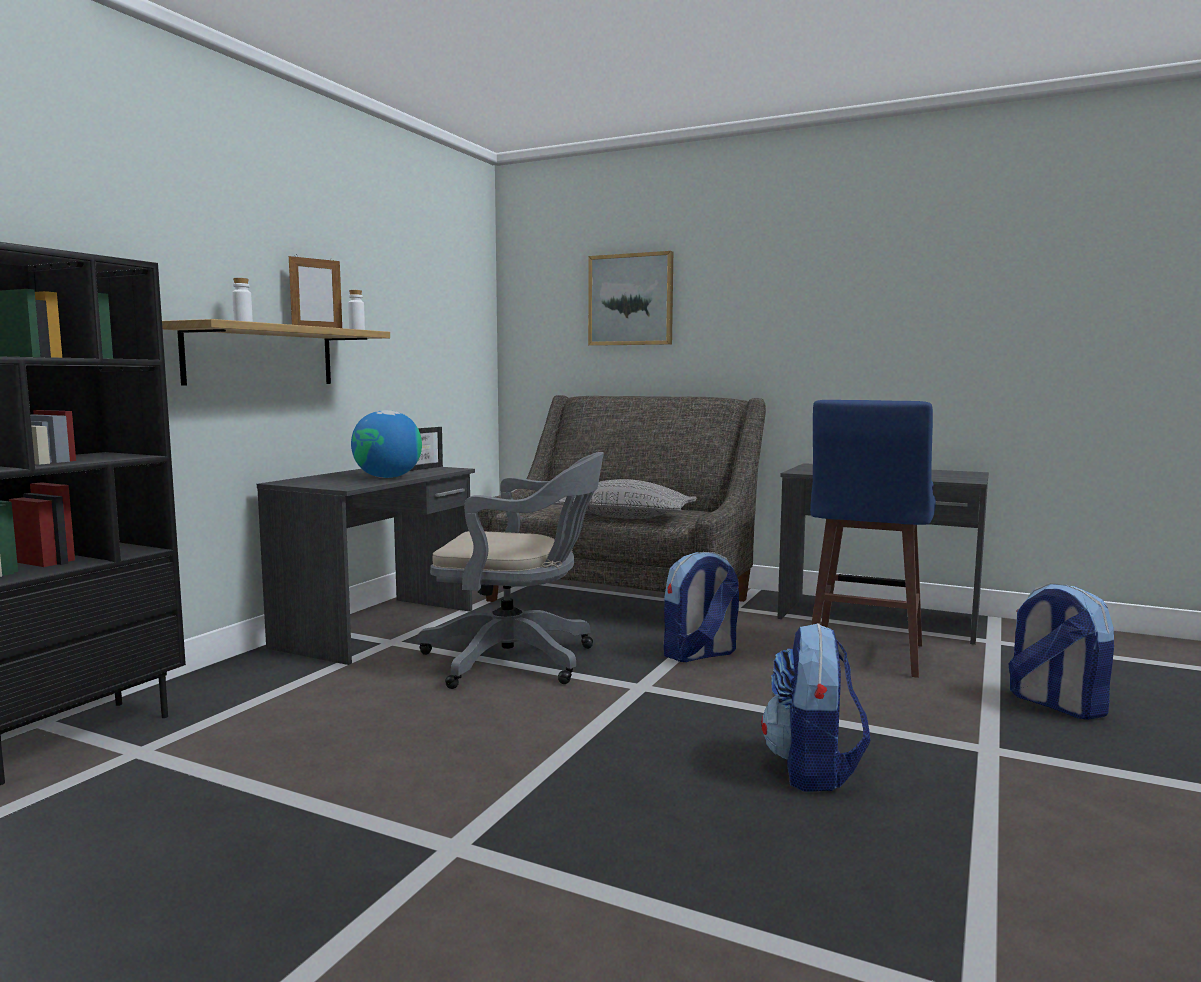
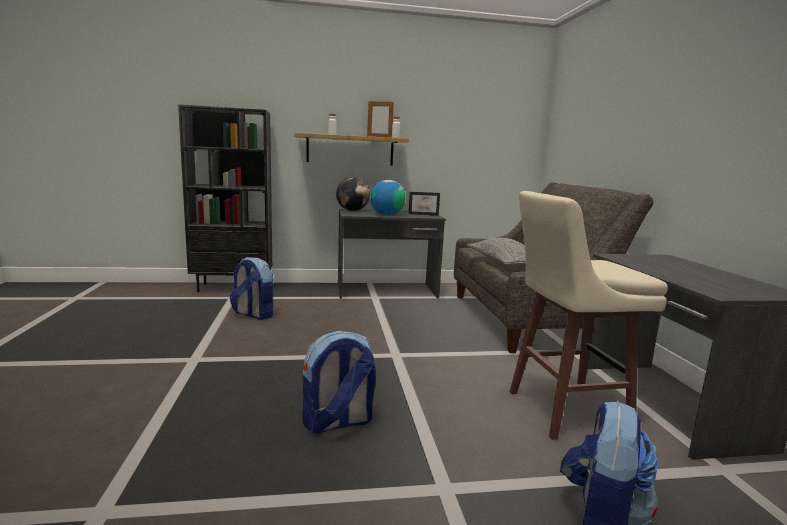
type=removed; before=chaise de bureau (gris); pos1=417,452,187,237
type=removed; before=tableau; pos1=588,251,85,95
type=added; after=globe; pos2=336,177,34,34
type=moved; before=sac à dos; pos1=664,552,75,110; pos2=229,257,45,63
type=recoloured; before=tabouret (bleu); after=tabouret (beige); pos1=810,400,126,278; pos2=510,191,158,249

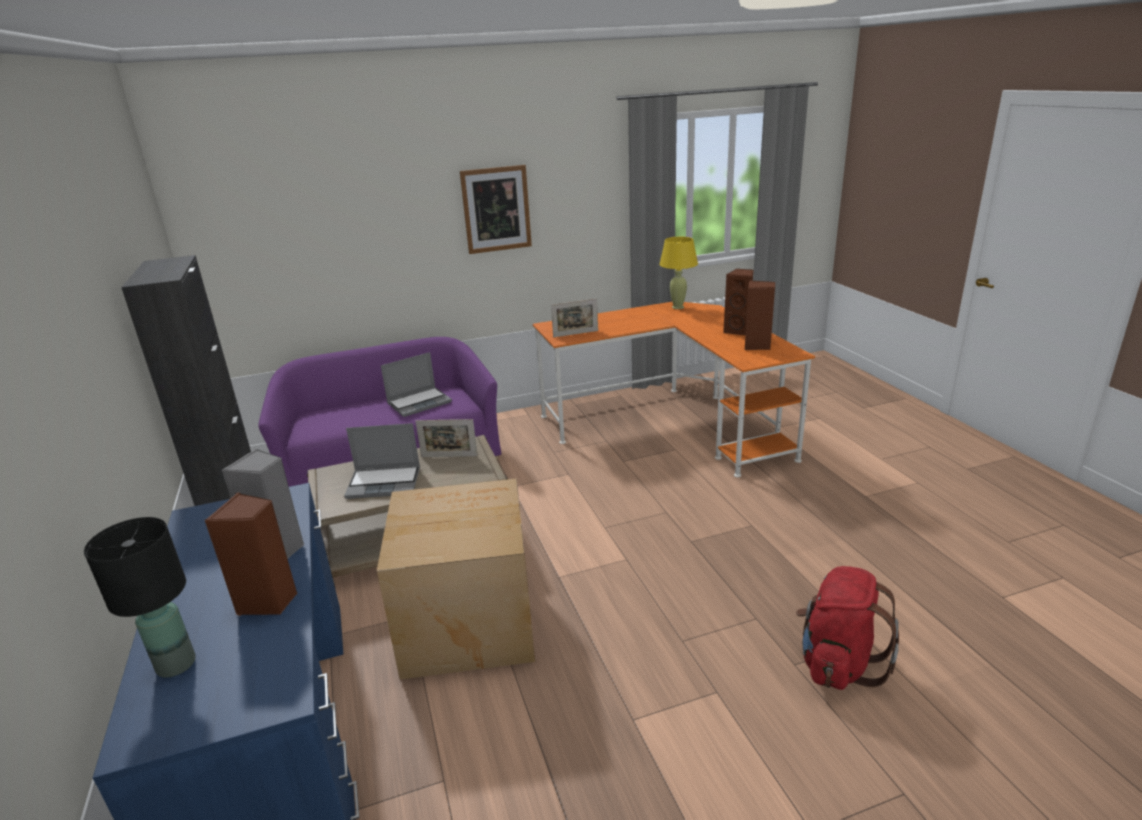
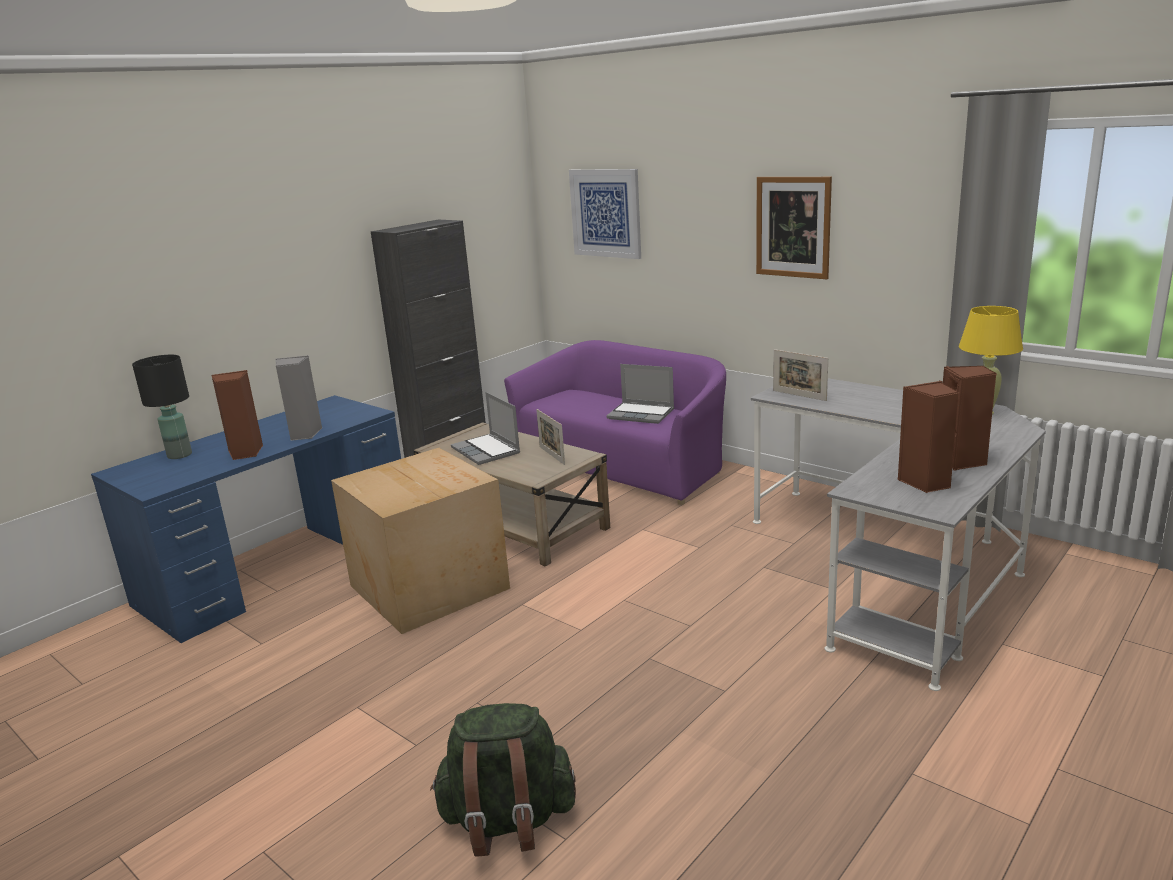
type=added; after=tableau; pos2=569,169,72,90
type=recoloured; before=bureau (orange); after=bureau (gris); pos1=533,302,282,175; pos2=751,378,295,313
type=recoloured; before=sac à dos (rouge); after=sac à dos (vert); pos1=796,566,103,124; pos2=430,703,146,154

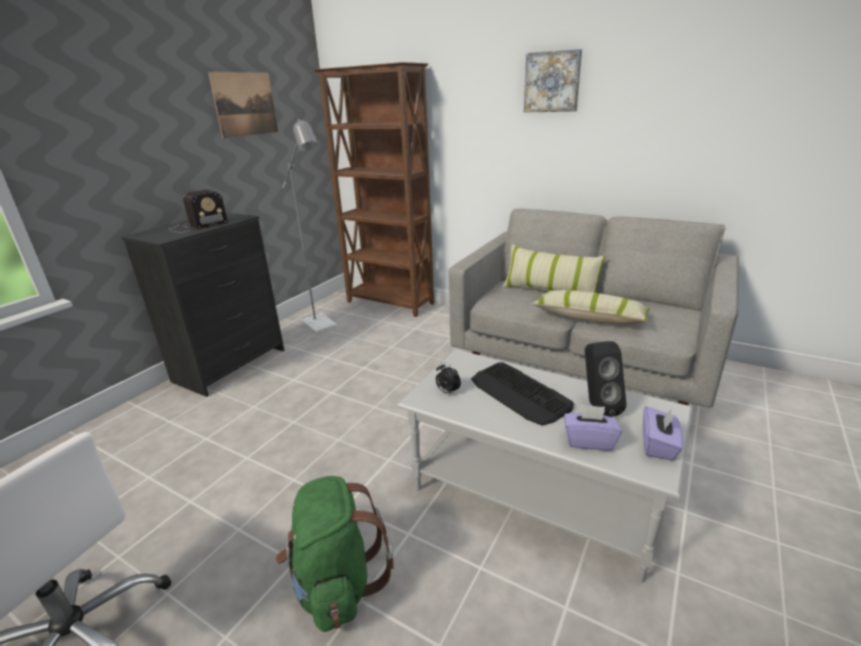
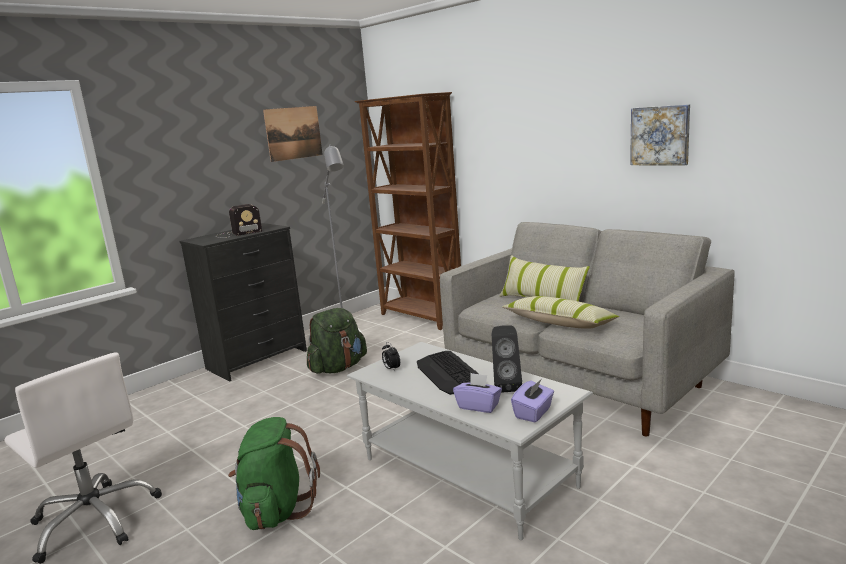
type=added; after=sac à dos (vert); pos2=307,308,60,66
type=moved; before=tableau; pos1=524,49,58,63; pos2=630,104,60,62

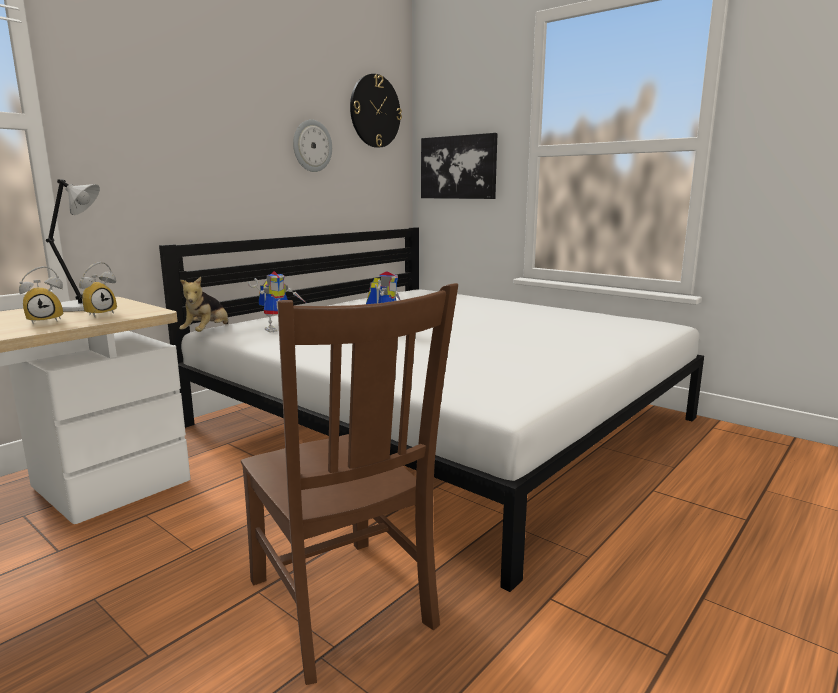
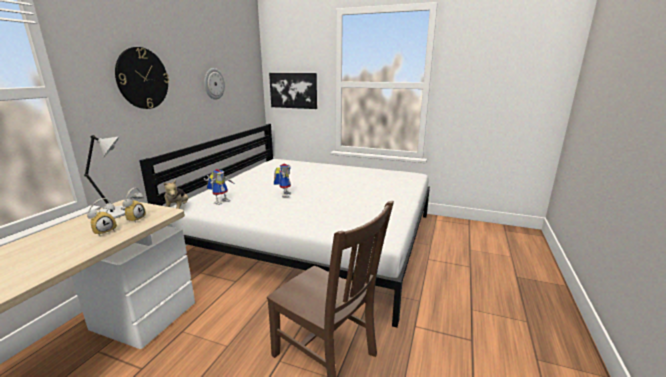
type=moved; before=horloge murale; pos1=350,74,52,74; pos2=115,47,54,62

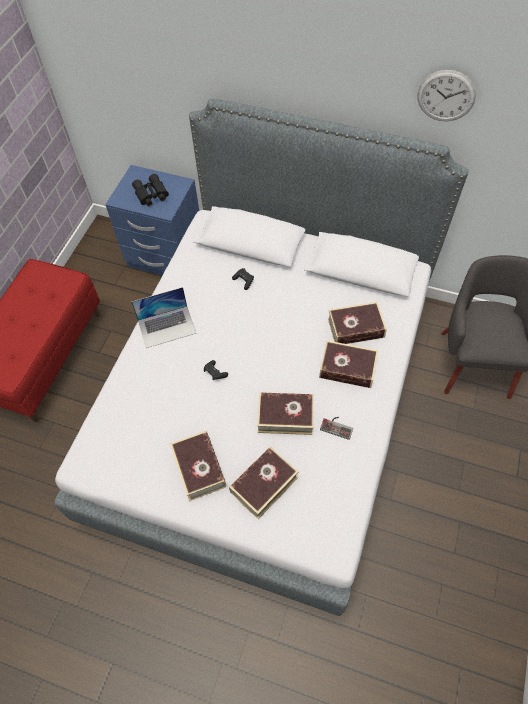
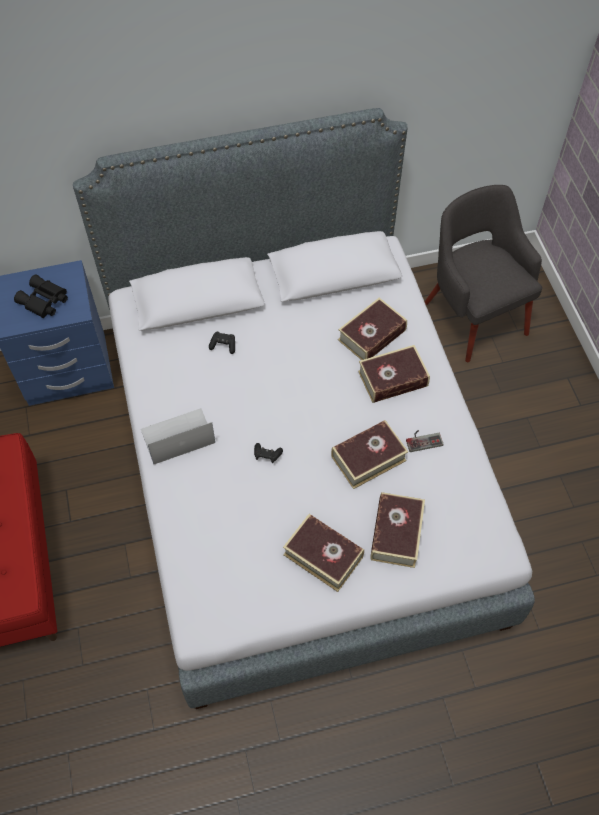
type=removed; before=horloge murale; pos1=417,70,59,51
type=turned; before=ordinateur portable; pos1=131,287,65,61; pos2=141,408,74,56; turn=-150

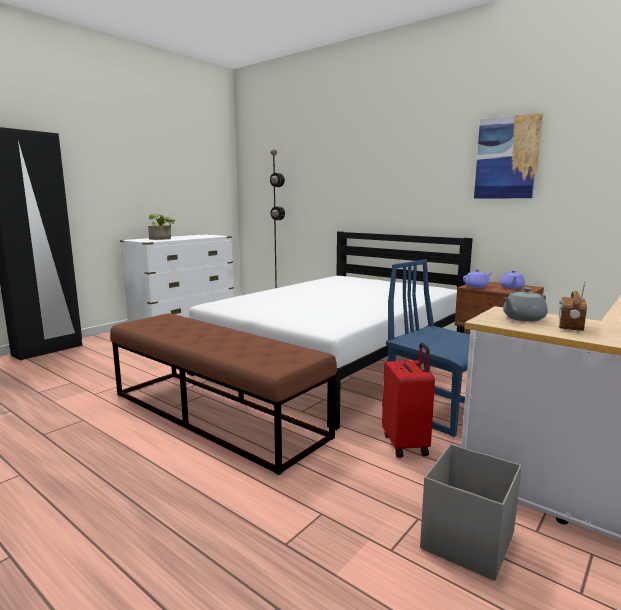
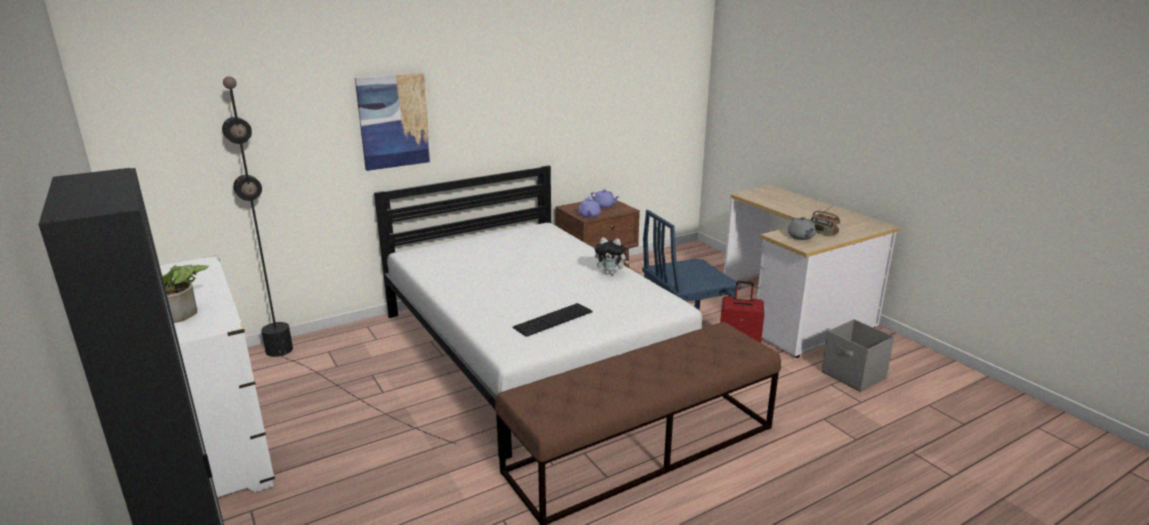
type=added; after=clavier; pos2=513,303,79,34
type=added; after=peluche; pos2=595,237,35,38
type=moved; before=tableau; pos1=474,113,69,85; pos2=355,73,76,98

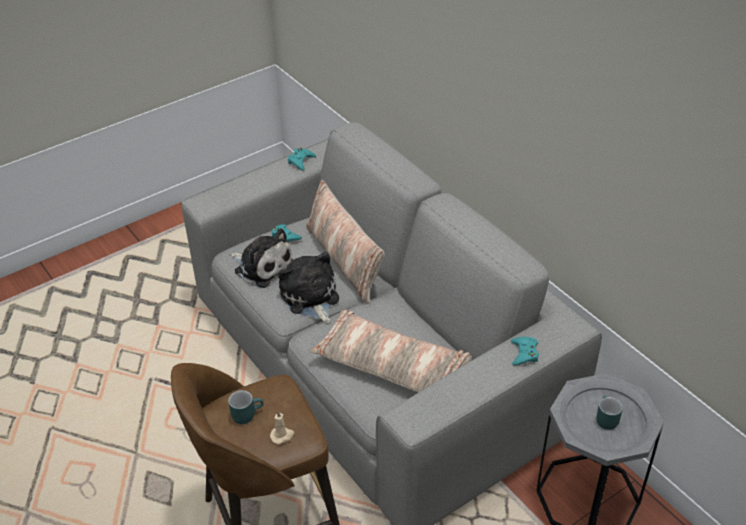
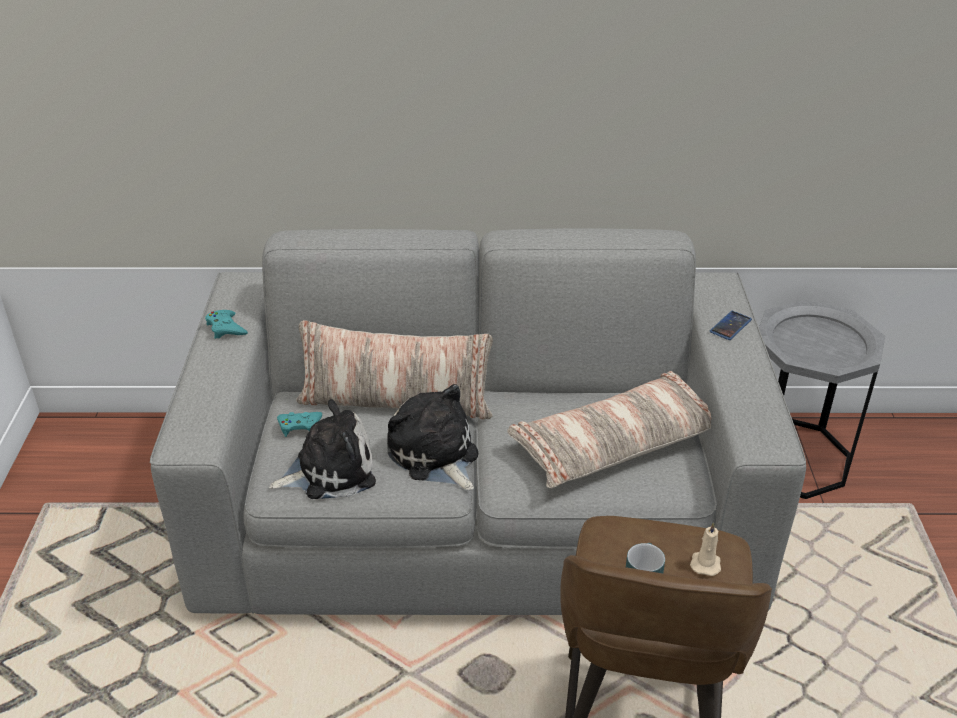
type=removed; before=mug (turquoise); pos1=597,396,26,34
type=replaced; before=manette (turquoise); after=téléphone; pos1=511,337,28,29; pos2=710,311,42,29
type=turned; before=peluche; pos1=278,252,61,71; pos2=387,384,91,106; turn=45

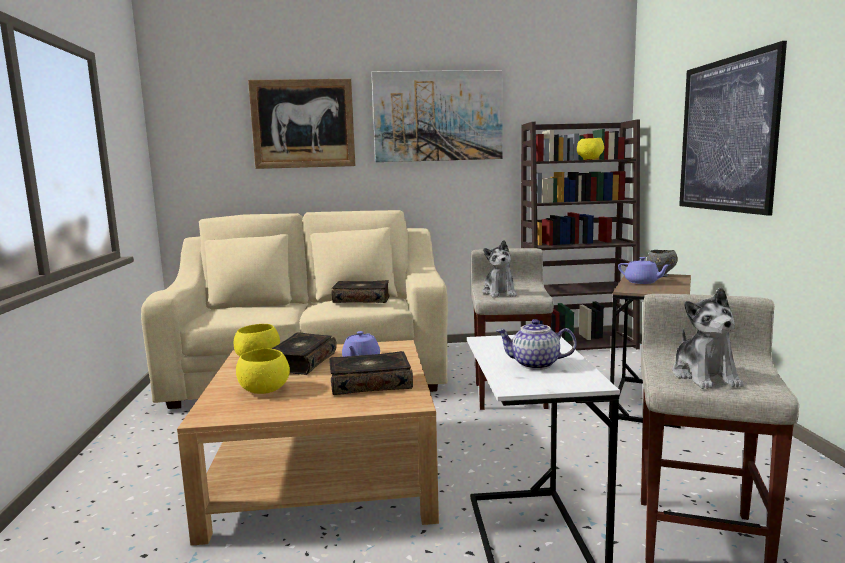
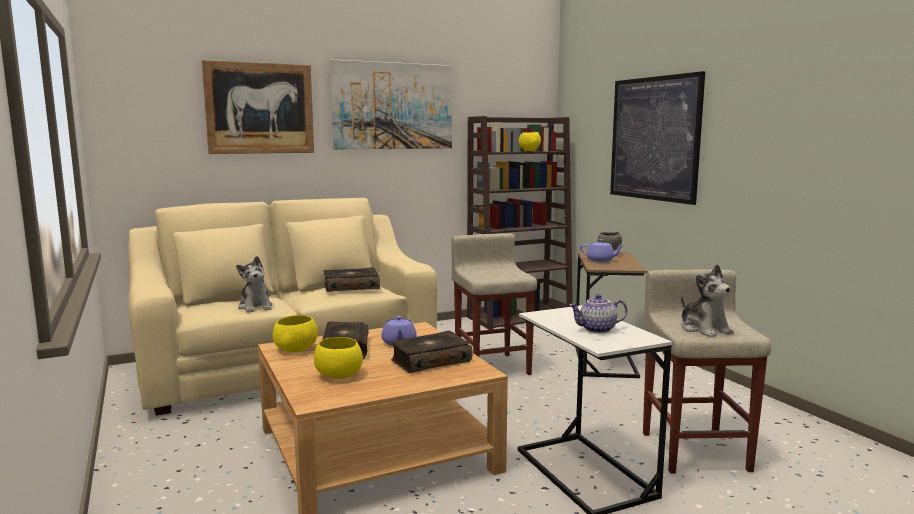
type=moved; before=peluche; pos1=482,240,35,58; pos2=236,256,37,57

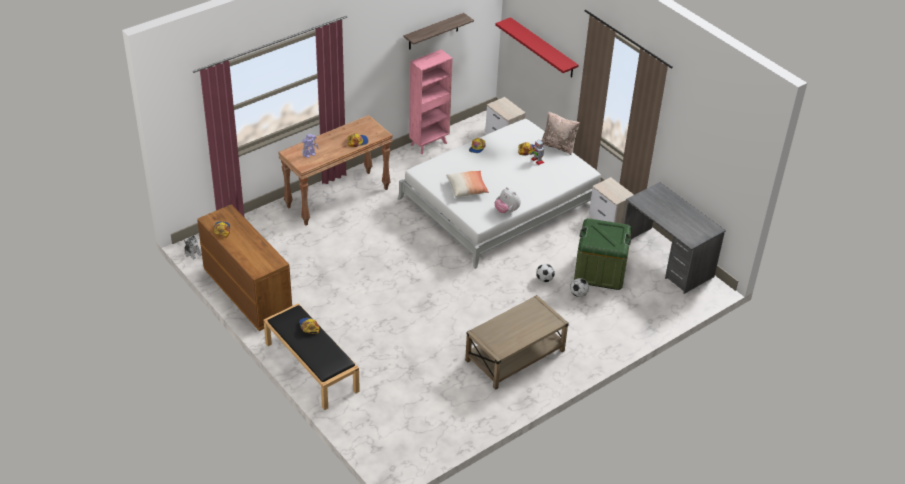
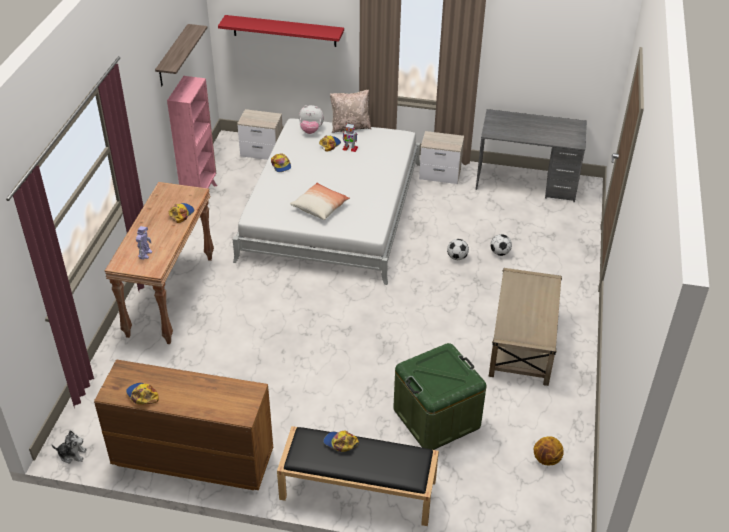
type=added; after=ballon de basket; pos2=534,436,30,30
type=moved; before=peluche; pos1=495,187,26,26; pos2=299,105,25,29
type=moved; before=boîte de rangement (vert); pos1=574,218,58,72; pos2=393,343,93,107

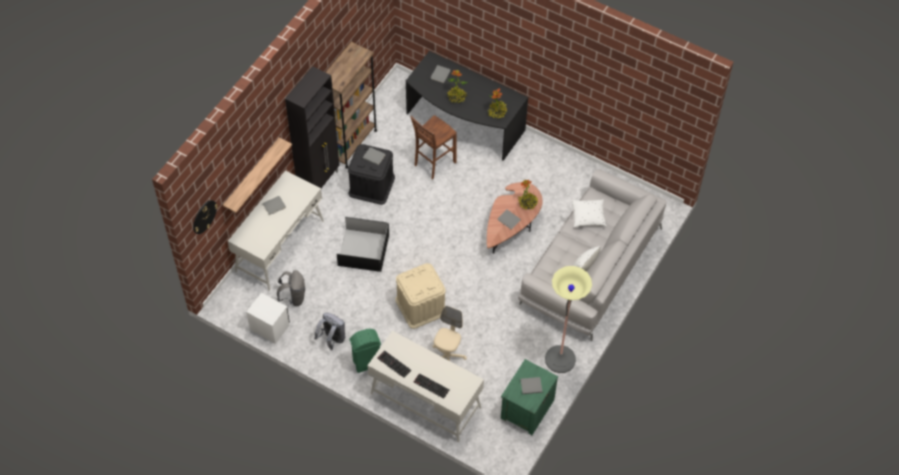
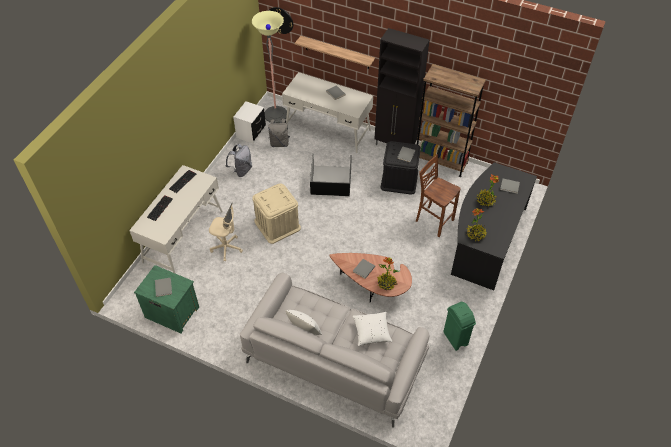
type=moved; before=poubelle (vert); pos1=350,329,31,44; pos2=443,302,33,49
type=moved; before=lampadaire; pos1=545,266,47,107; pos2=252,11,35,112

